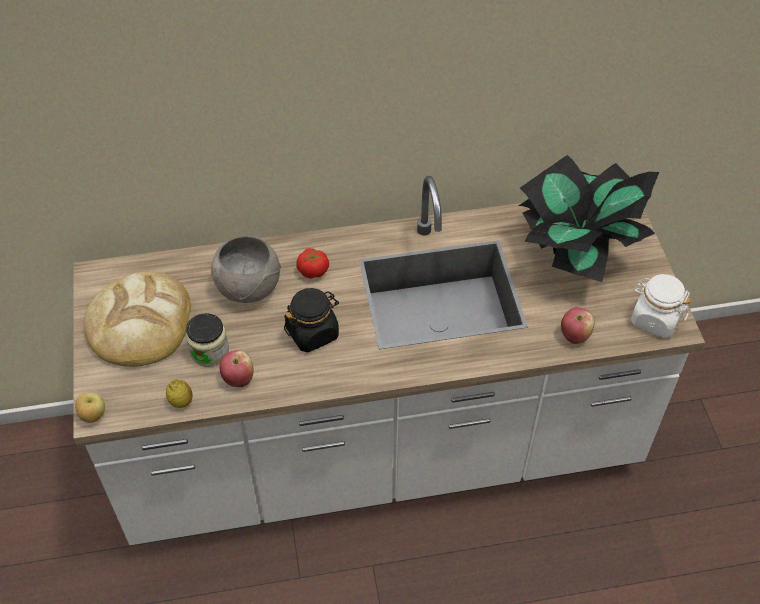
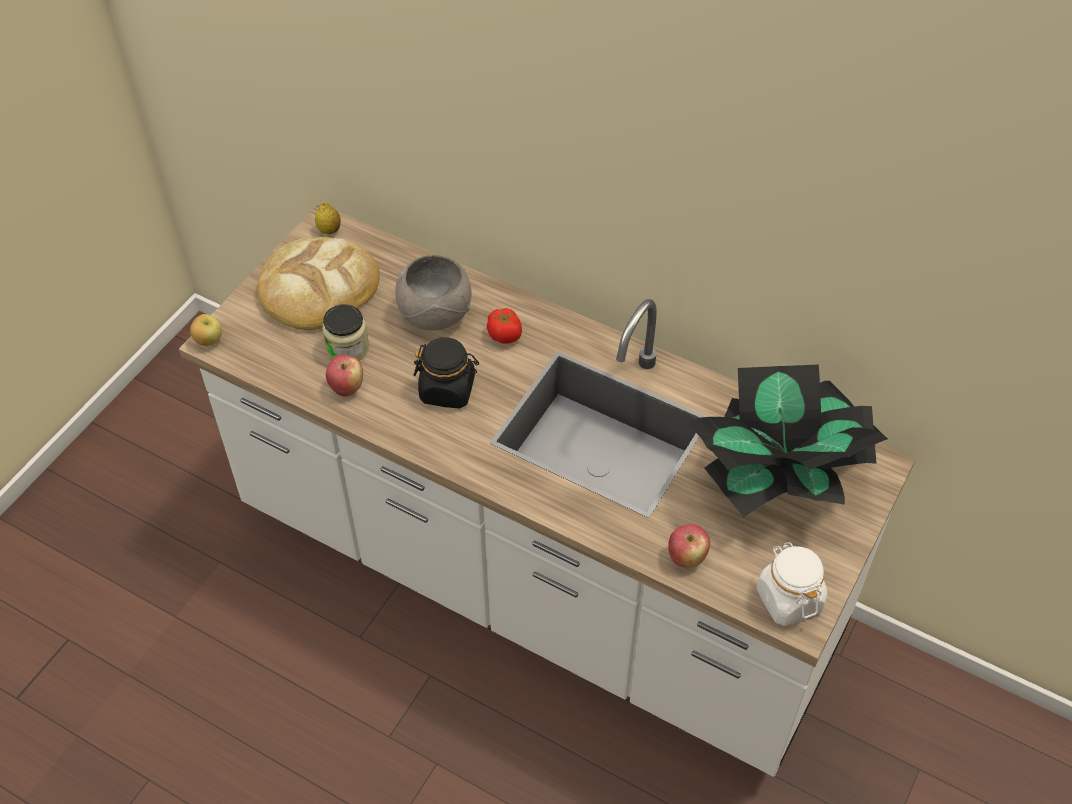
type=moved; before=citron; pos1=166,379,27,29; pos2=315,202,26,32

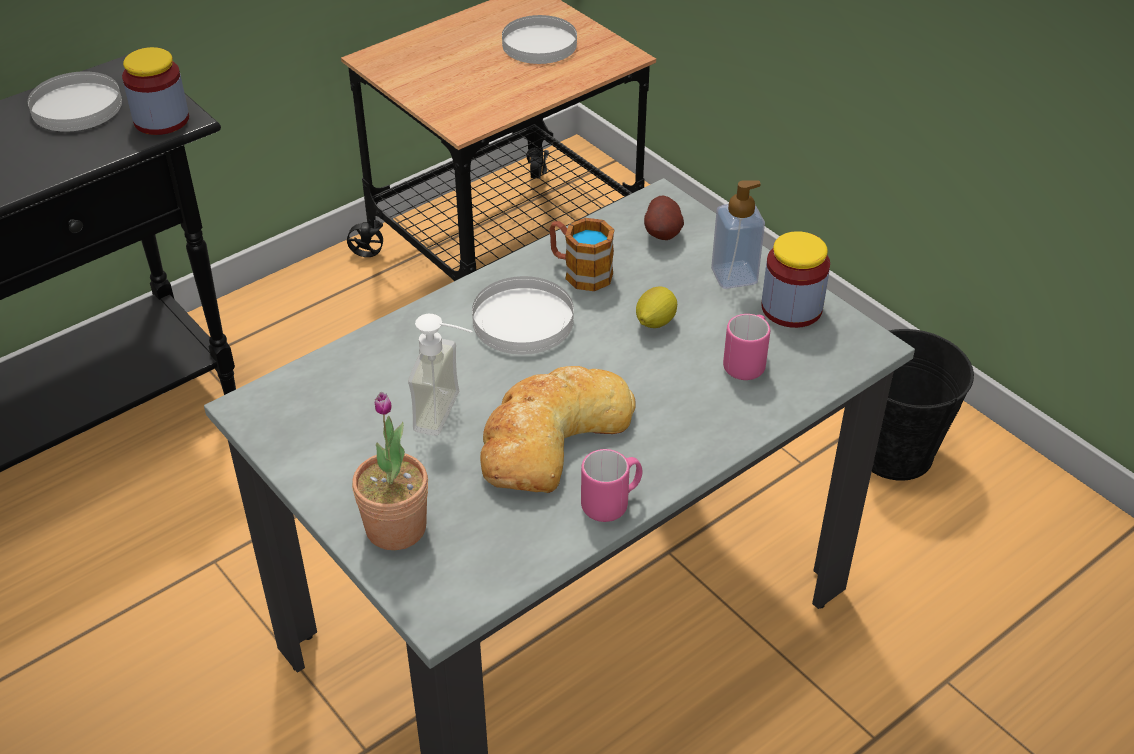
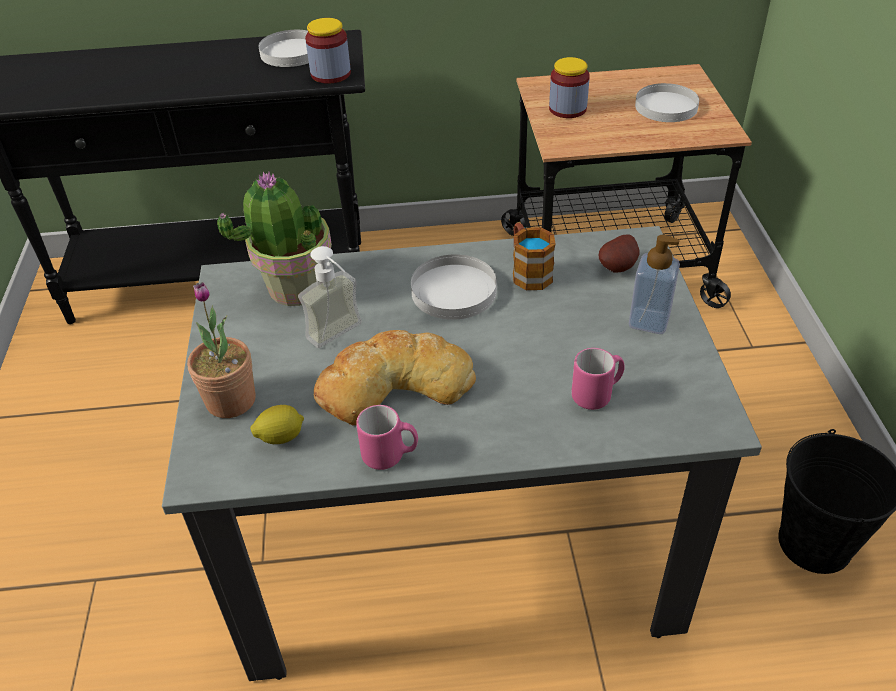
type=added; after=plante en pot; pos2=217,172,115,134
type=moved; before=citron; pos1=636,286,41,42; pos2=250,405,54,39
type=moved; before=bocal; pos1=761,231,69,97; pos2=549,57,41,61

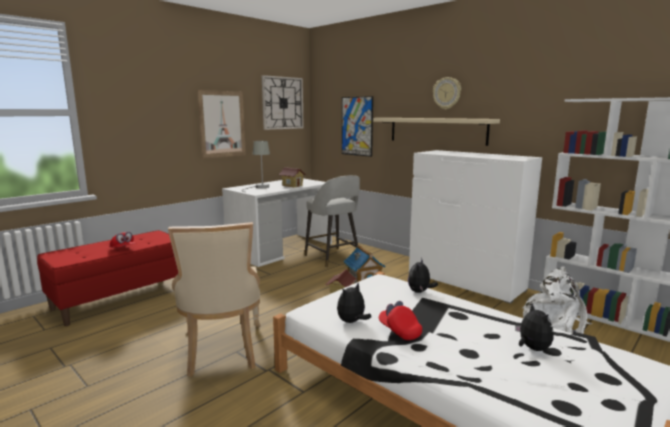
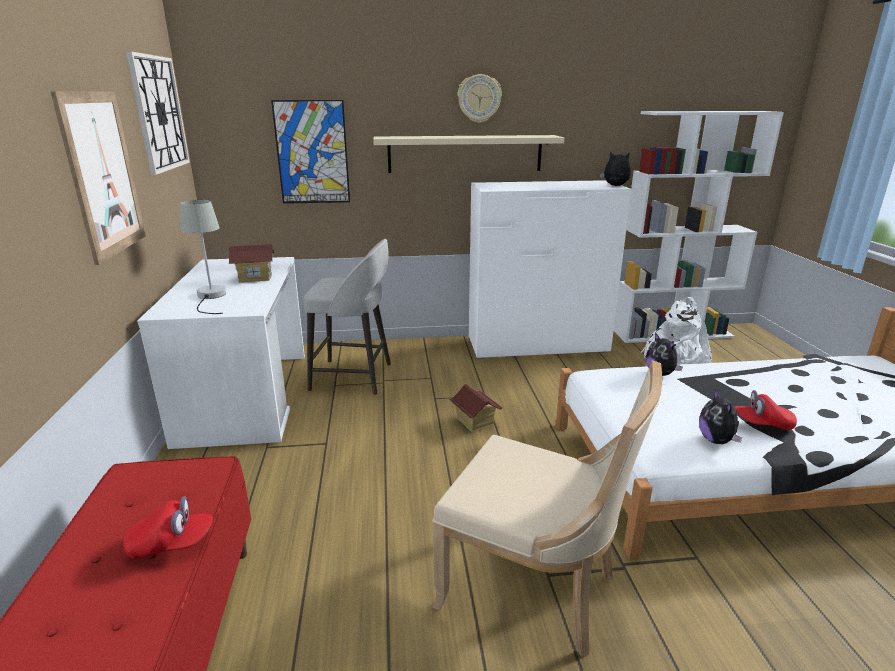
type=removed; before=maison miniature; pos1=343,245,42,38
type=moved; before=peluche; pos1=515,303,39,48; pos2=600,151,31,35

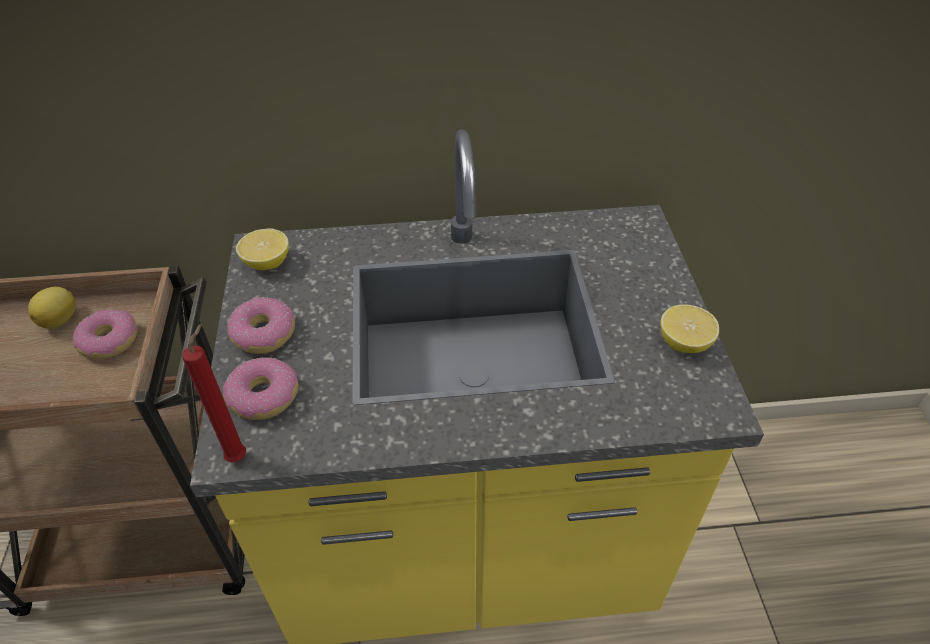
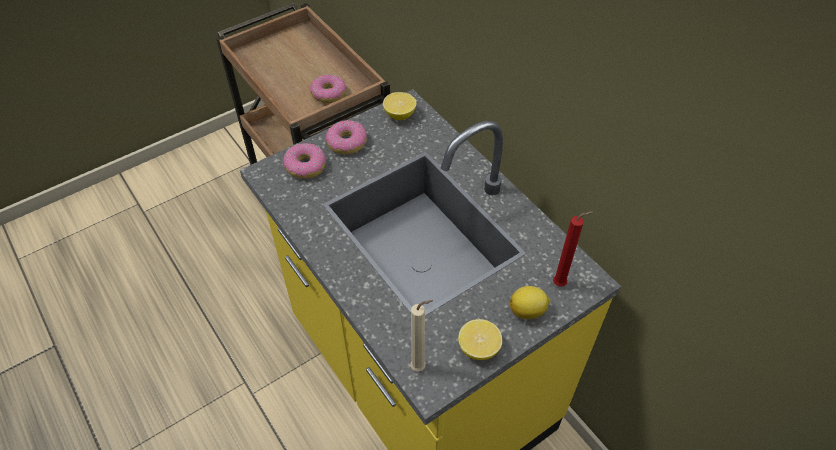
type=added; after=bougie (beige); pos2=410,300,23,72
type=moved; before=citron; pos1=28,287,48,42; pos2=510,286,40,33
type=moved; before=bougie (rouge); pos1=182,324,64,139; pos2=553,211,40,76

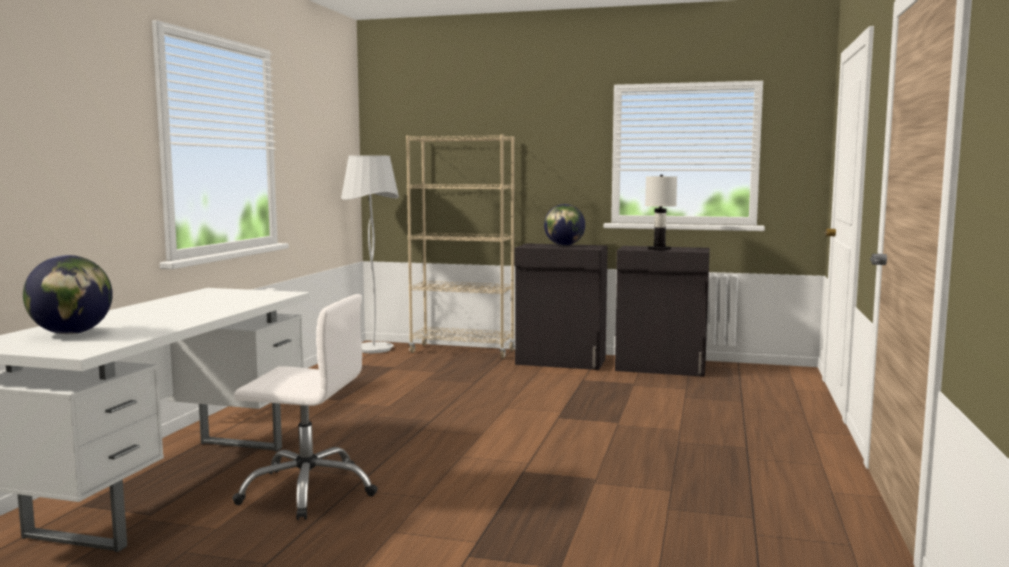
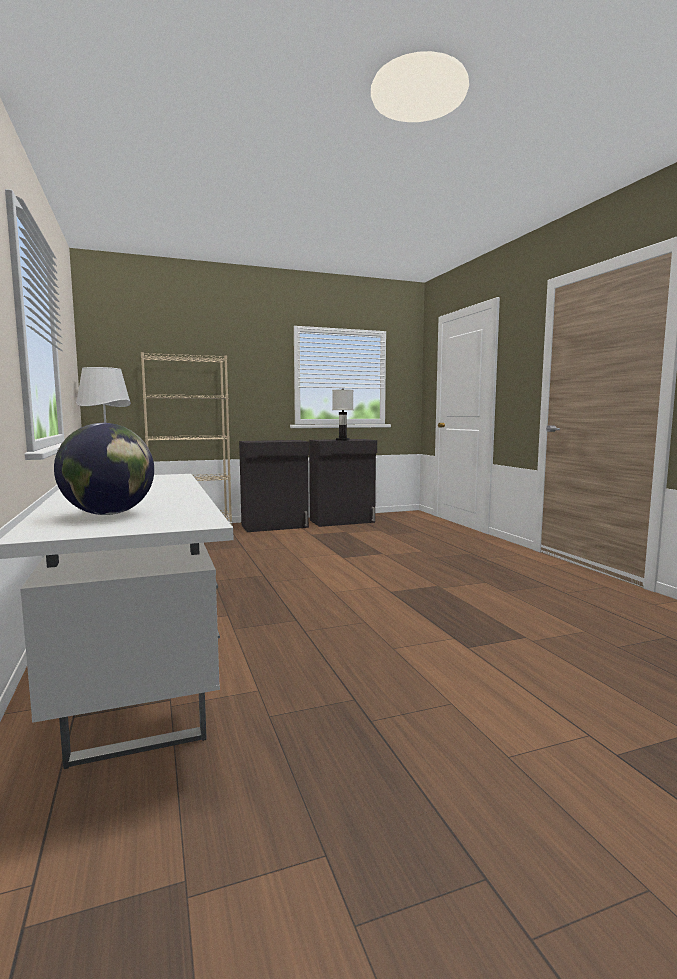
type=removed; before=chaise de bureau (blanc); pos1=232,294,146,226
type=removed; before=globe; pos1=544,204,41,42

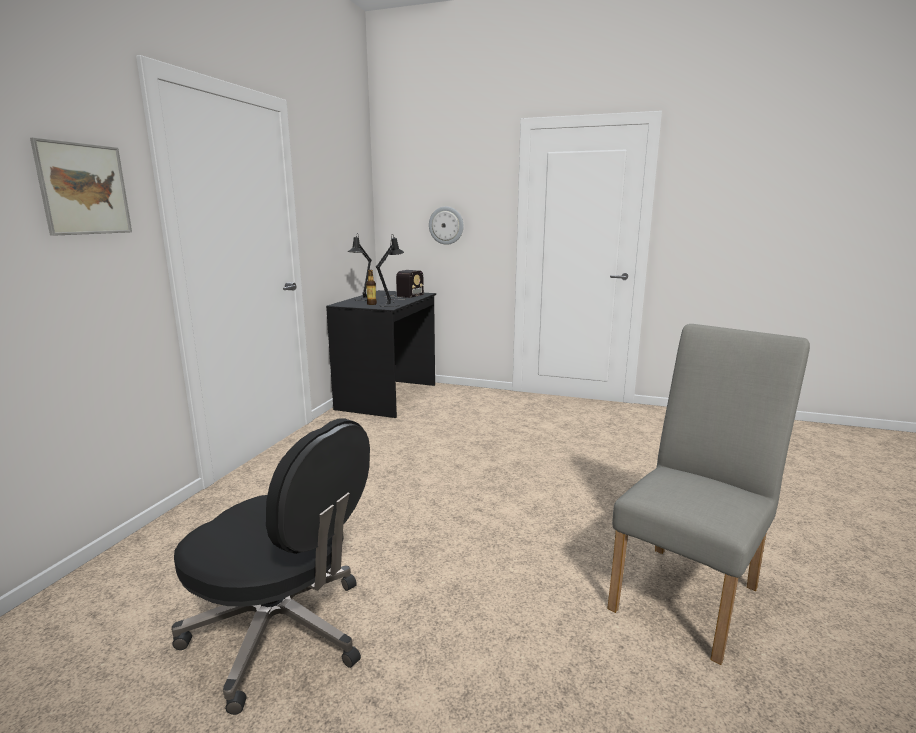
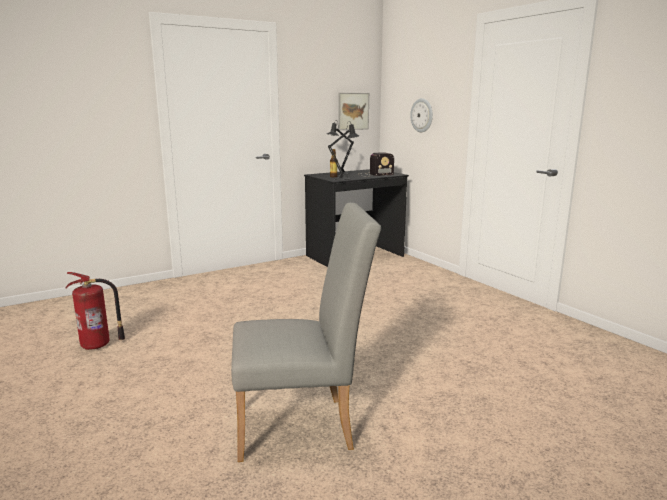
type=moved; before=tableau; pos1=30,137,102,99; pos2=338,93,31,37
type=replaced; before=chaise de bureau (noir); after=extincteur; pos1=171,418,199,297; pos2=65,272,60,78

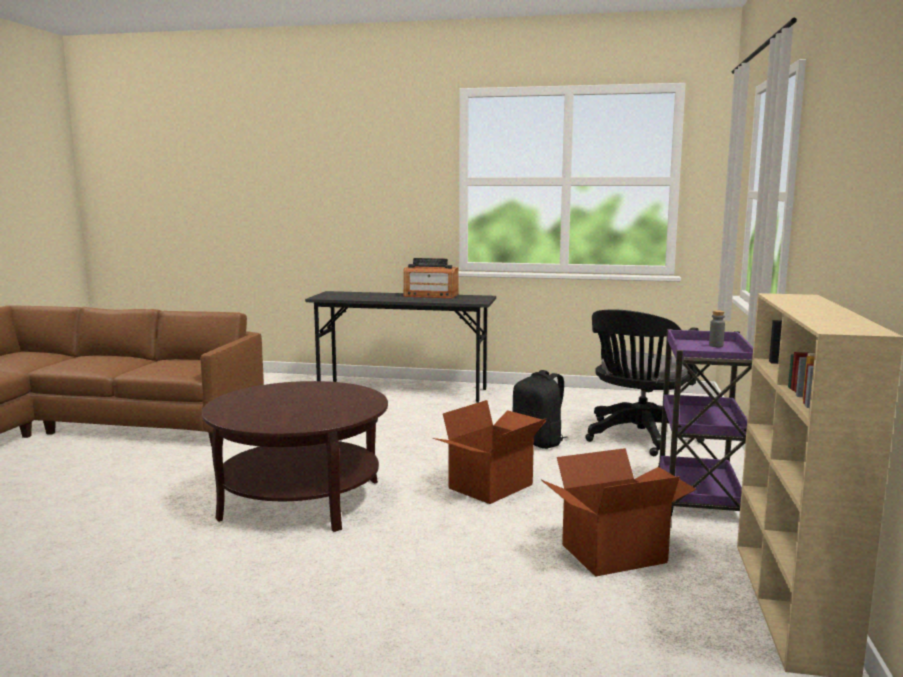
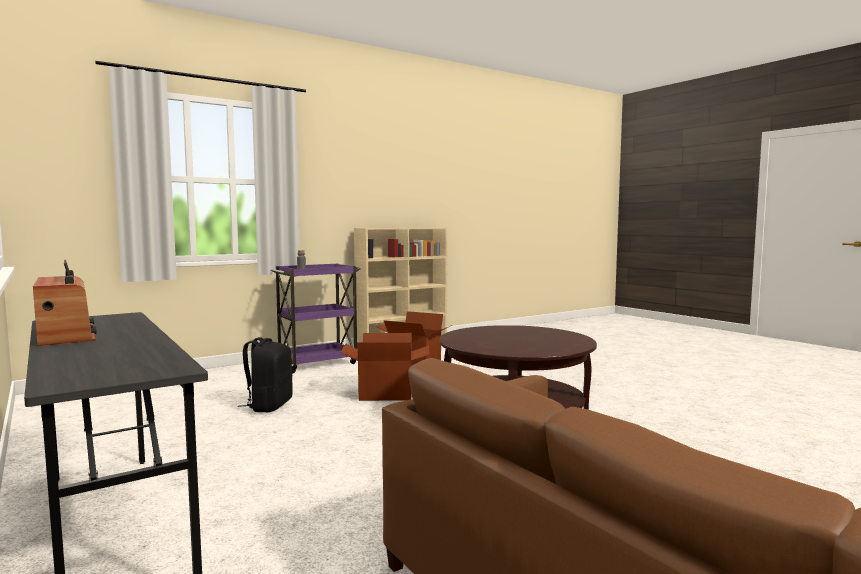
type=removed; before=chaise de bureau (noir); pos1=585,309,120,147

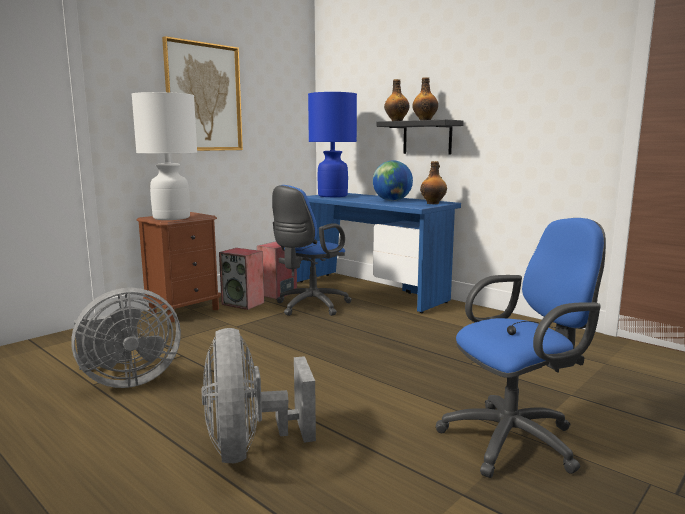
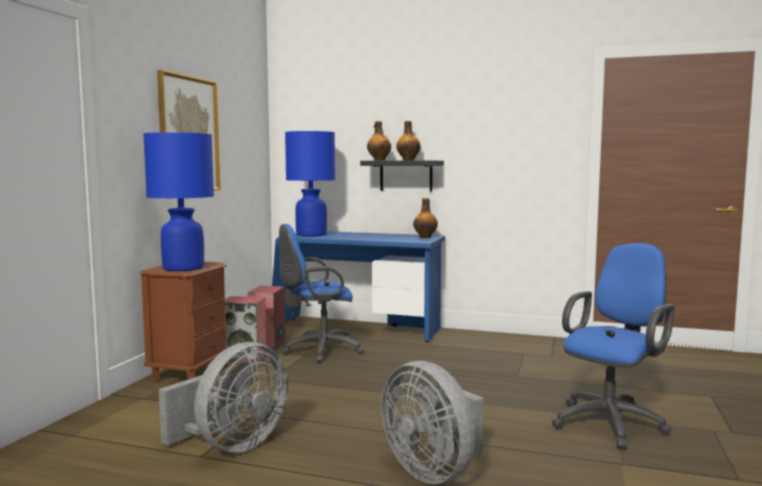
type=removed; before=globe; pos1=373,160,40,41
type=recoloured; before=lampe de table (blanc); after=lampe de table (bleu); pos1=132,92,65,128; pos2=143,132,71,139
type=turned; before=chaise de bureau (bleu); pos1=272,185,80,131; pos2=279,224,85,138; turn=60

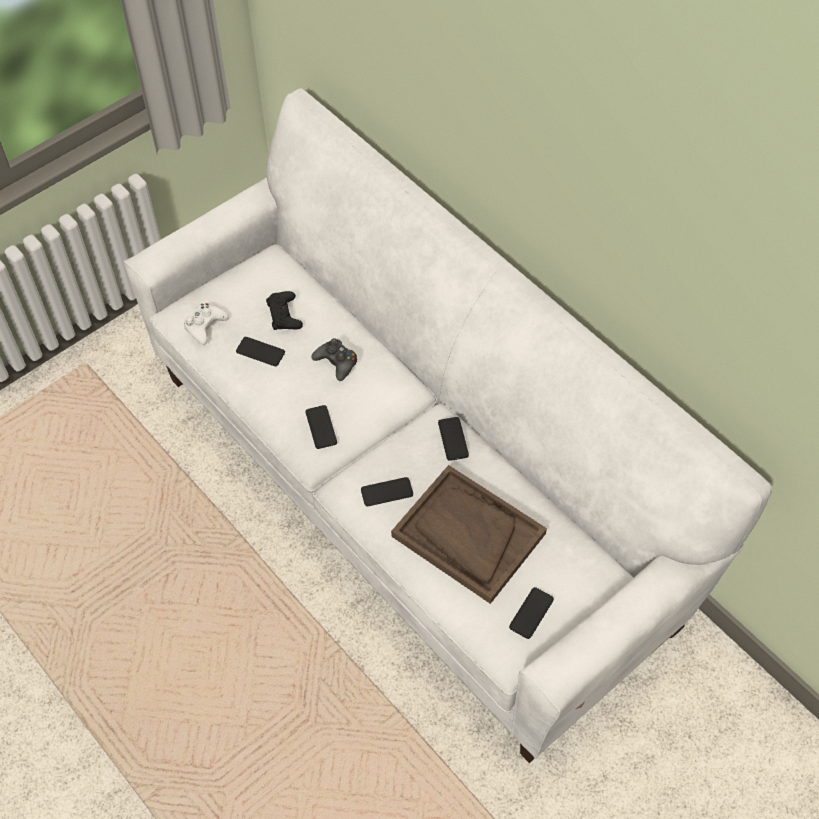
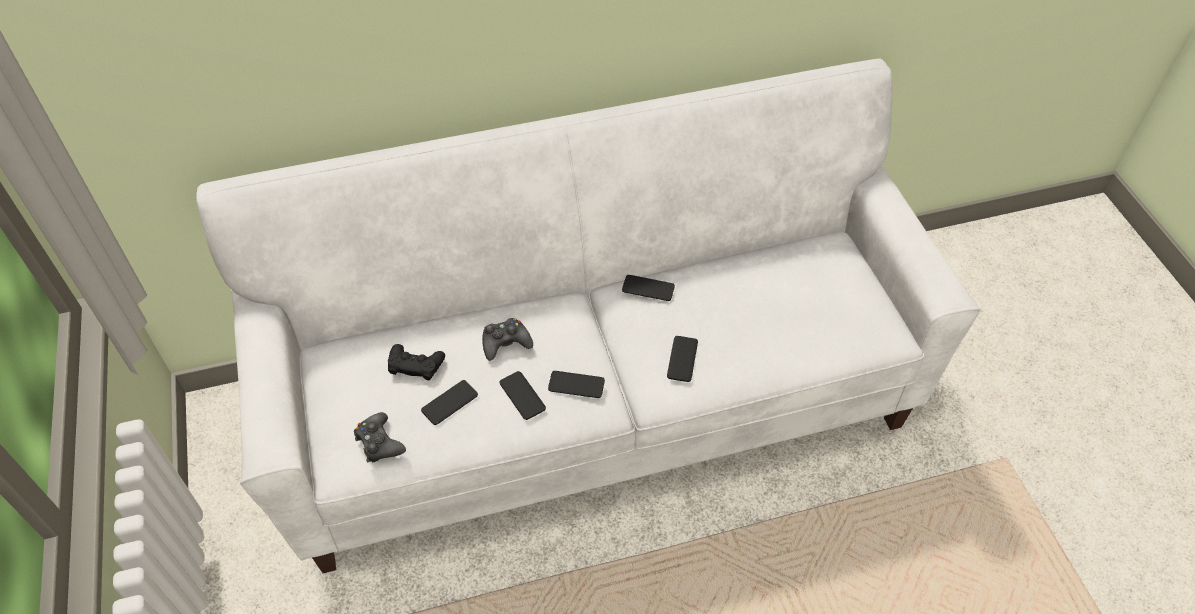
type=removed; before=plateau (marron); pos1=391,465,156,139
type=moved; before=téléphone; pos1=509,587,45,52; pos2=499,371,47,49
type=recoloured; before=manette (blanc); after=manette (noir); pos1=184,303,45,42; pos2=354,412,52,50

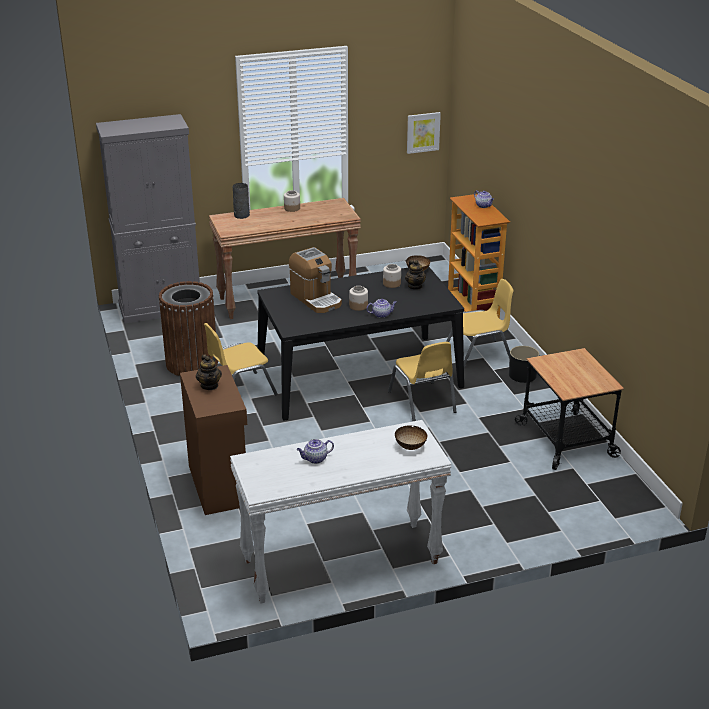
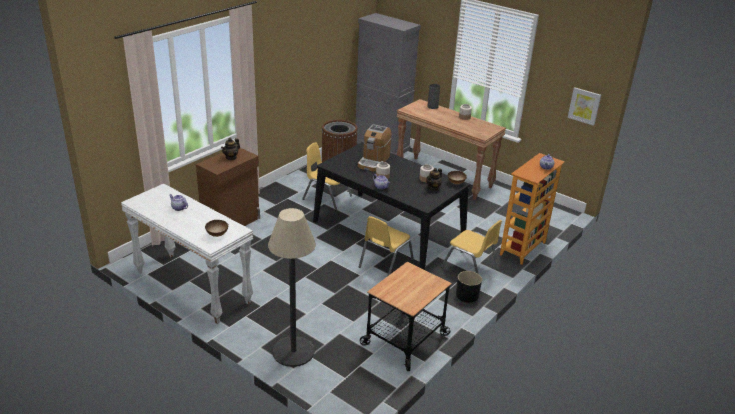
type=added; after=lampadaire; pos2=268,208,48,159

